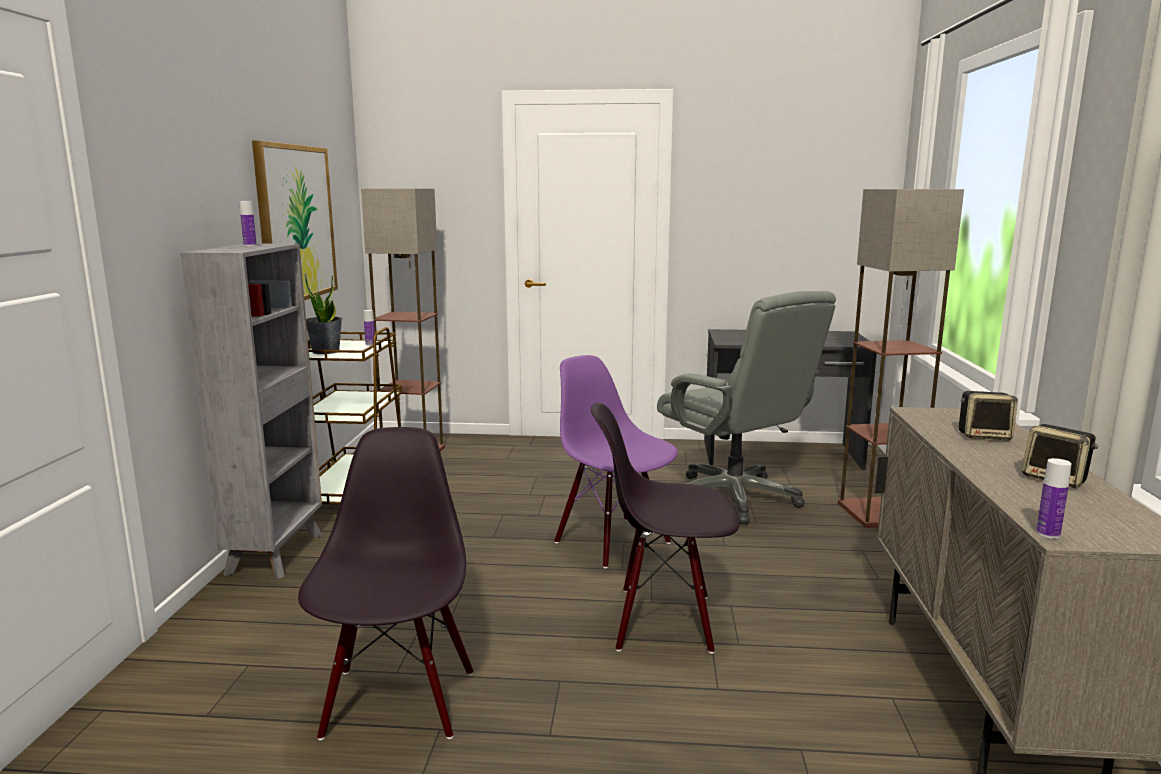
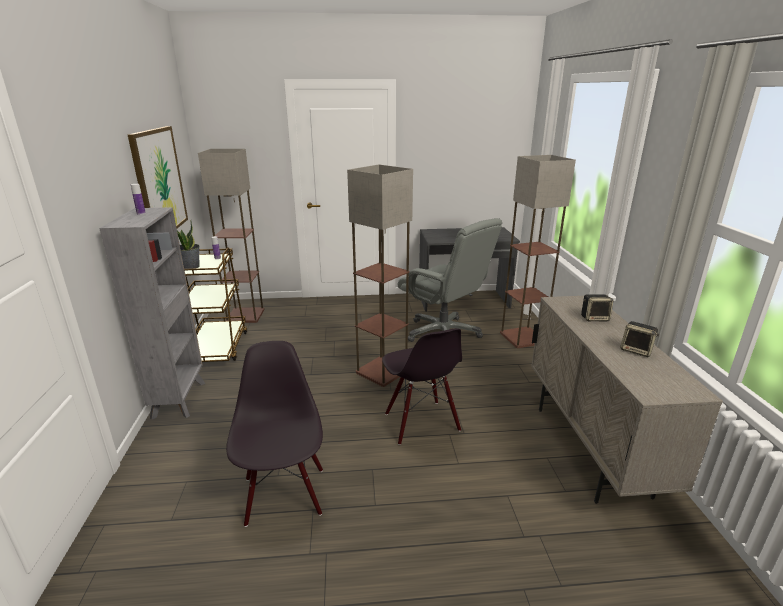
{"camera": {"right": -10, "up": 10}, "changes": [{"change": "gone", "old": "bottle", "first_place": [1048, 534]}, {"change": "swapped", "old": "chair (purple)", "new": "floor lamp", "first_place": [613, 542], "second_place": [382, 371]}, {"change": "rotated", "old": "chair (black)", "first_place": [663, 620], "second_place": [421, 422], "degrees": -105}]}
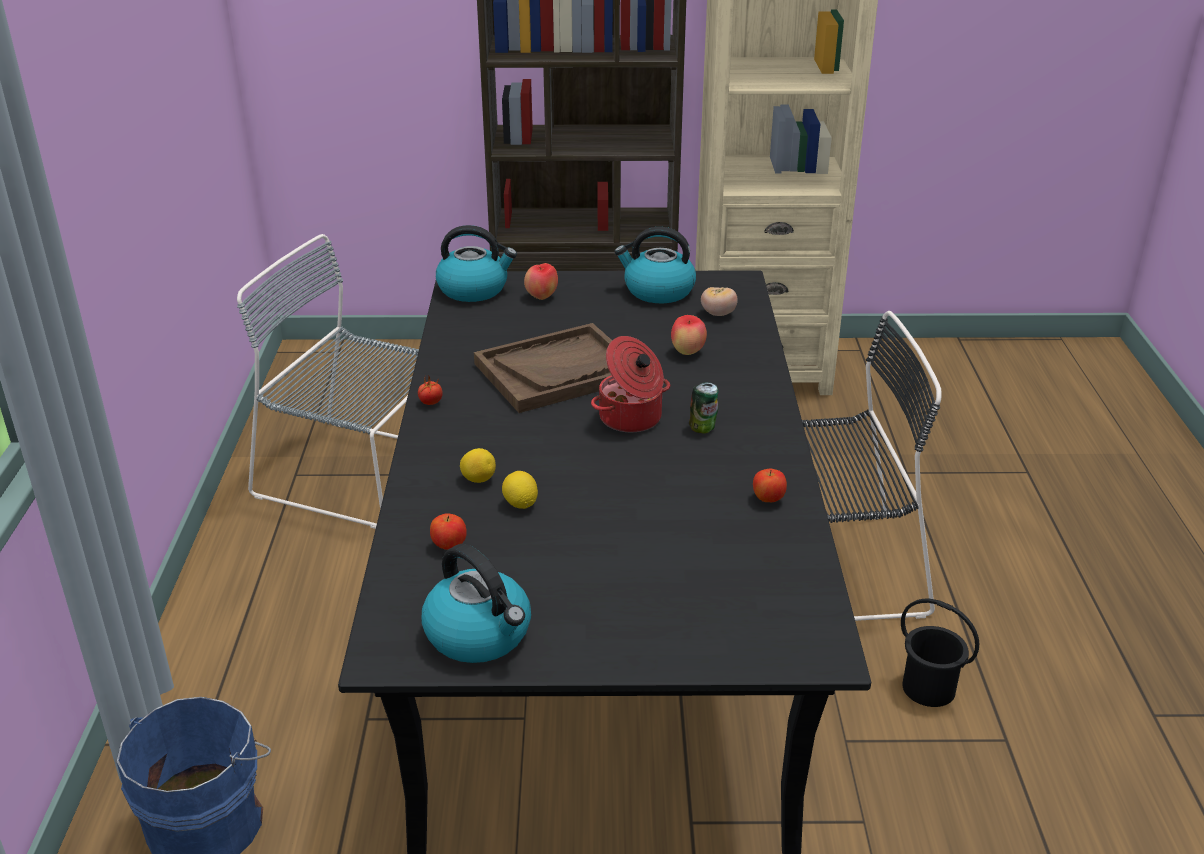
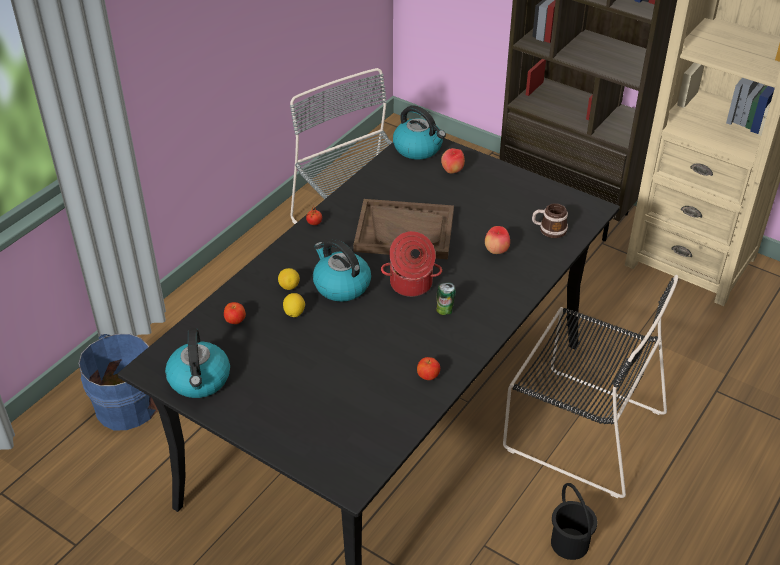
{"camera": {"right": 35, "up": 10}, "changes": [{"change": "shifted", "old": "kettle", "first_place": [657, 291], "second_place": [341, 285]}, {"change": "swapped", "old": "tomato", "new": "mug", "first_place": [718, 314], "second_place": [549, 229]}]}
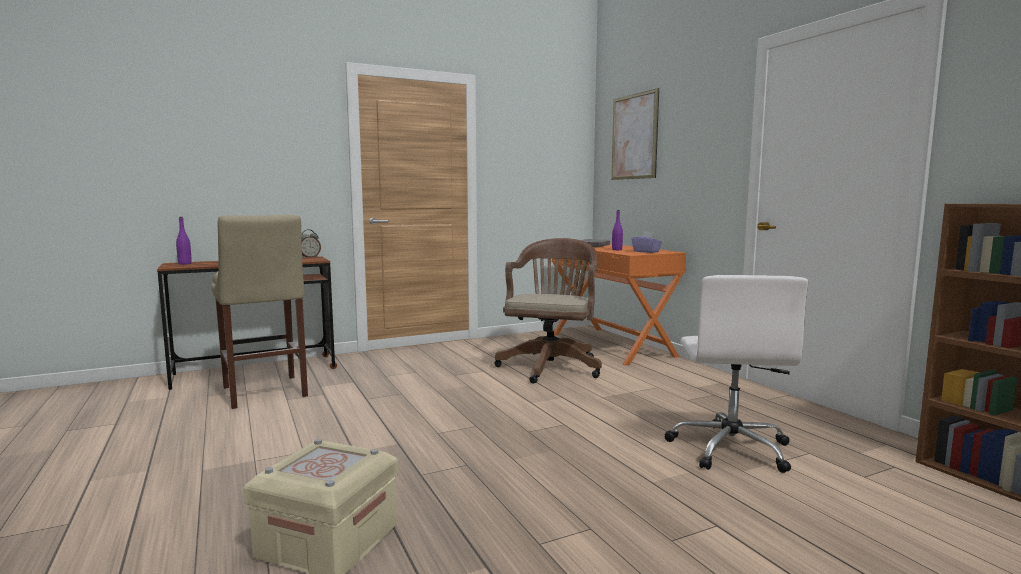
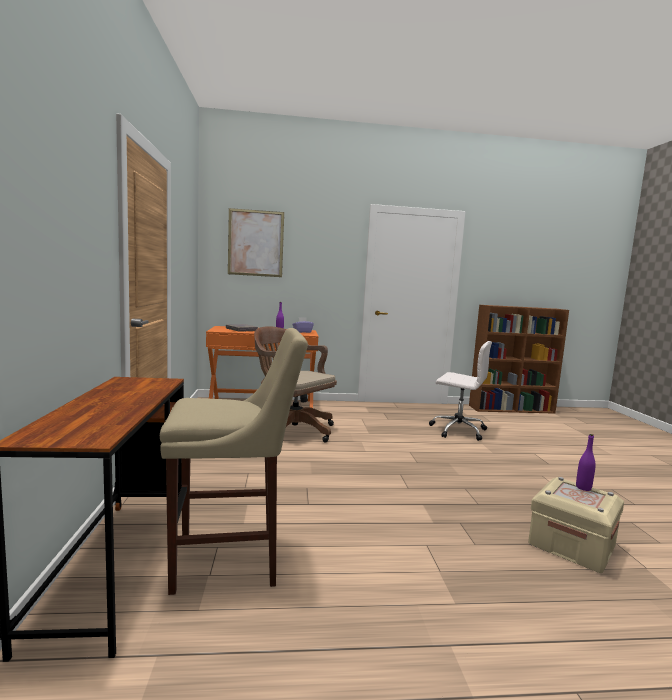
{"camera": {"right": -70, "up": 0}, "changes": [{"change": "gone", "old": "alarm clock", "first_place": [309, 257]}, {"change": "shifted", "old": "bottle (purple)", "first_place": [185, 264], "second_place": [583, 488]}]}
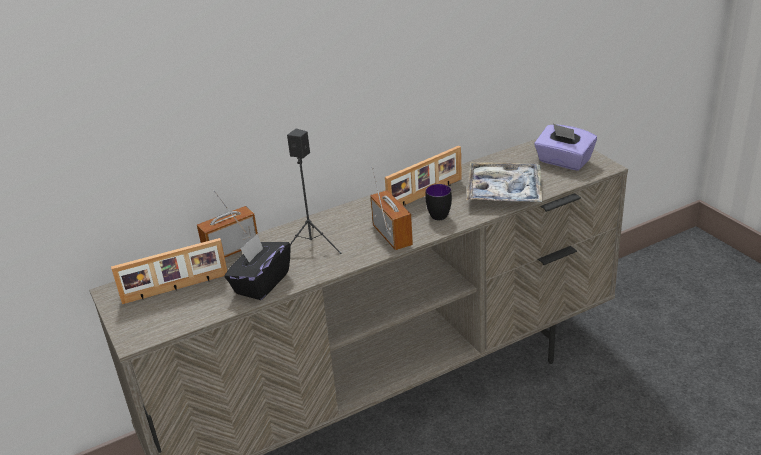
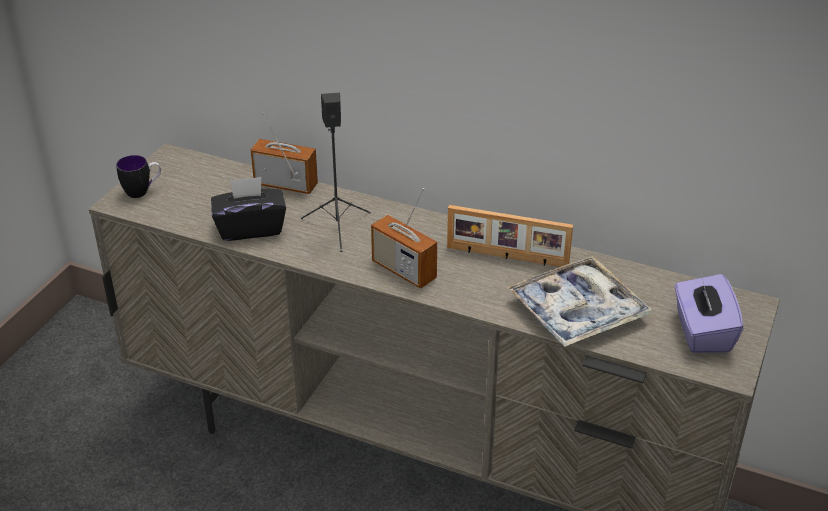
{"camera": {"right": 50, "up": 5}, "changes": [{"change": "gone", "old": "picture frame", "first_place": [176, 289]}, {"change": "shifted", "old": "mug", "first_place": [440, 213], "second_place": [143, 191]}, {"change": "rotated", "old": "radio", "first_place": [392, 236], "second_place": [404, 270], "degrees": 105}]}
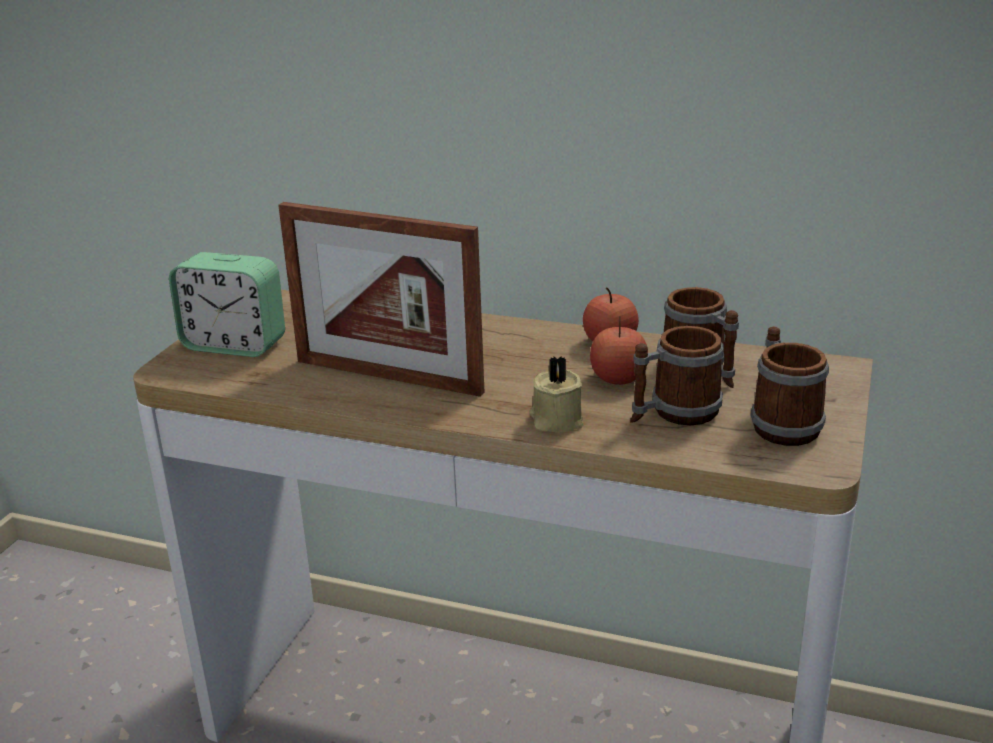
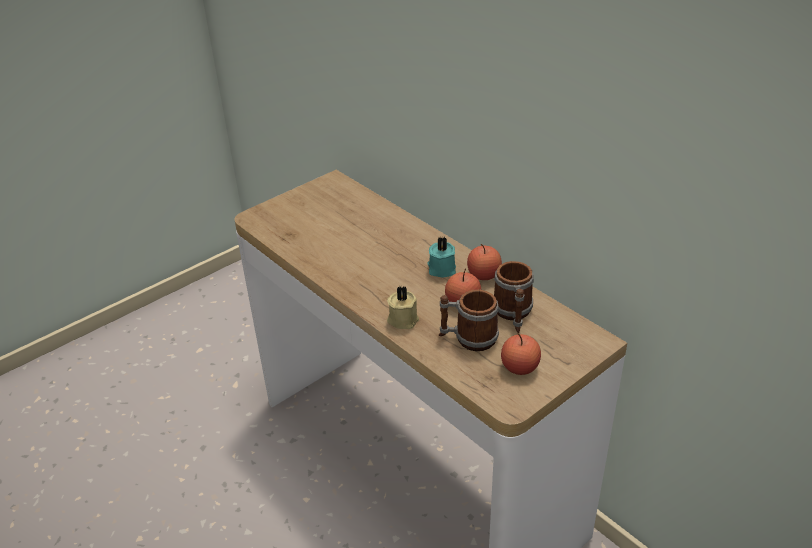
{"camera": {"right": 30, "up": 10}, "changes": [{"change": "gone", "old": "alarm clock", "first_place": [234, 345]}, {"change": "gone", "old": "picture frame", "first_place": [388, 376]}, {"change": "new", "new": "candle (turquoise)", "second_place": [441, 269]}, {"change": "swapped", "old": "mug", "new": "apple", "first_place": [781, 423], "second_place": [520, 367]}]}
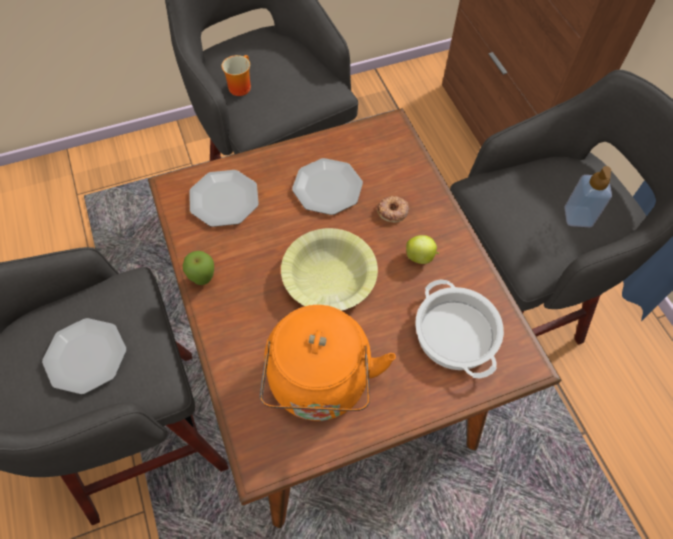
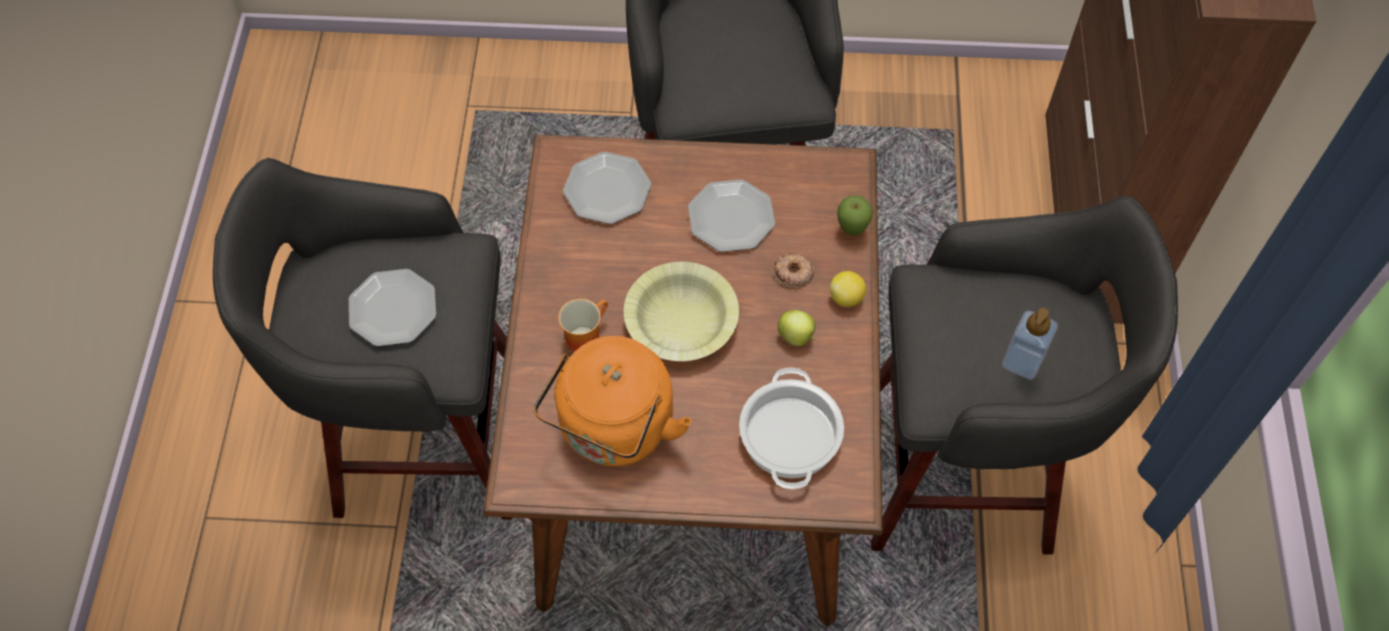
{"camera": {"right": 25, "up": 0}, "changes": [{"change": "new", "new": "lemon", "second_place": [846, 298]}, {"change": "shifted", "old": "apple", "first_place": [203, 279], "second_place": [852, 230]}, {"change": "shifted", "old": "mug", "first_place": [239, 86], "second_place": [584, 334]}]}
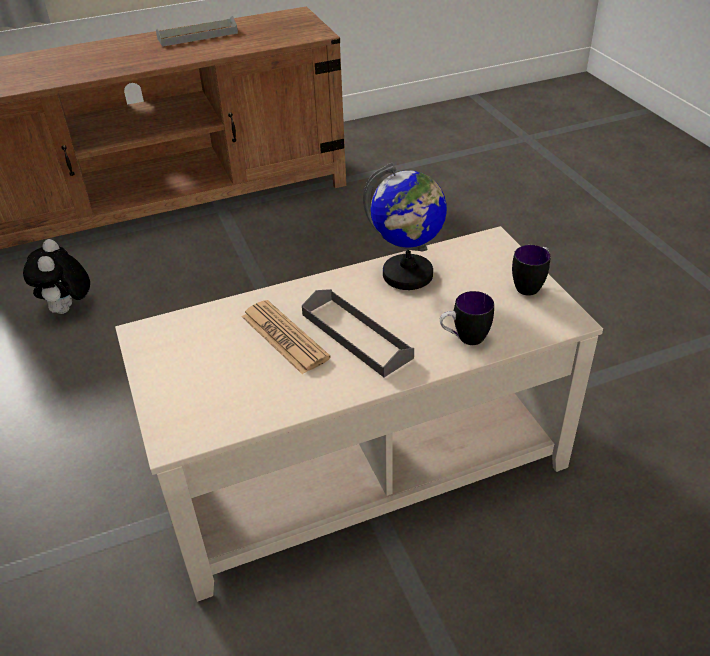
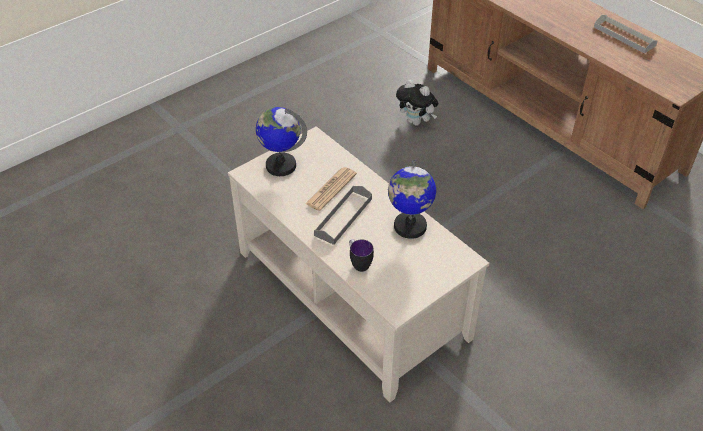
{"camera": {"right": 70, "up": 5}, "changes": [{"change": "gone", "old": "mug", "first_place": [531, 285]}, {"change": "new", "new": "globe", "second_place": [280, 165]}, {"change": "rotated", "old": "plush toy", "first_place": [68, 310], "second_place": [416, 122], "degrees": -120}]}
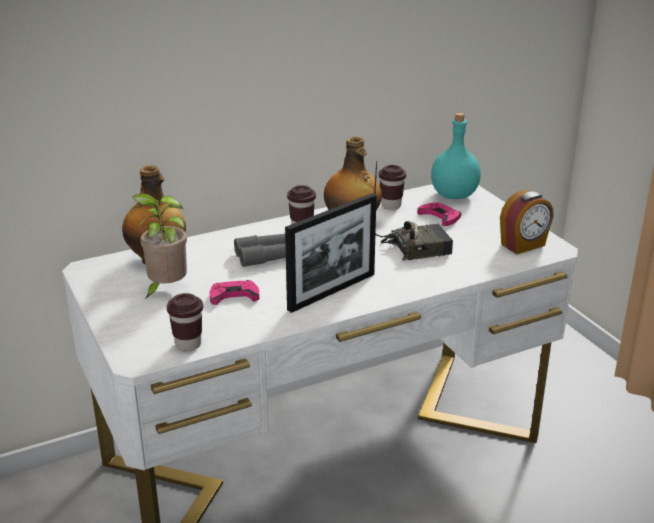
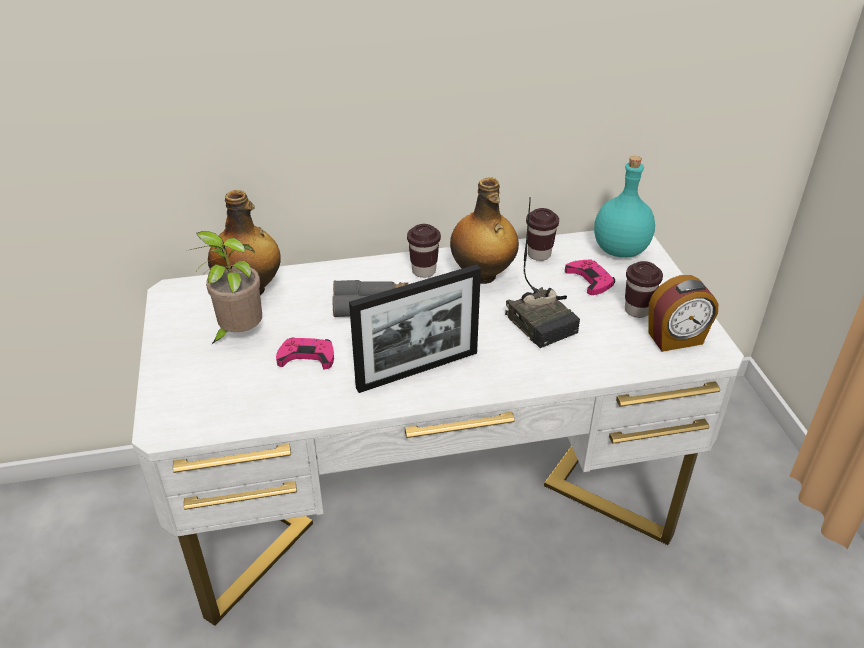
{"camera": {"right": 15, "up": 10}, "changes": [{"change": "shifted", "old": "cup (brown)", "first_place": [188, 344], "second_place": [637, 310]}, {"change": "rotated", "old": "radio", "first_place": [416, 247], "second_place": [543, 321], "degrees": 60}]}
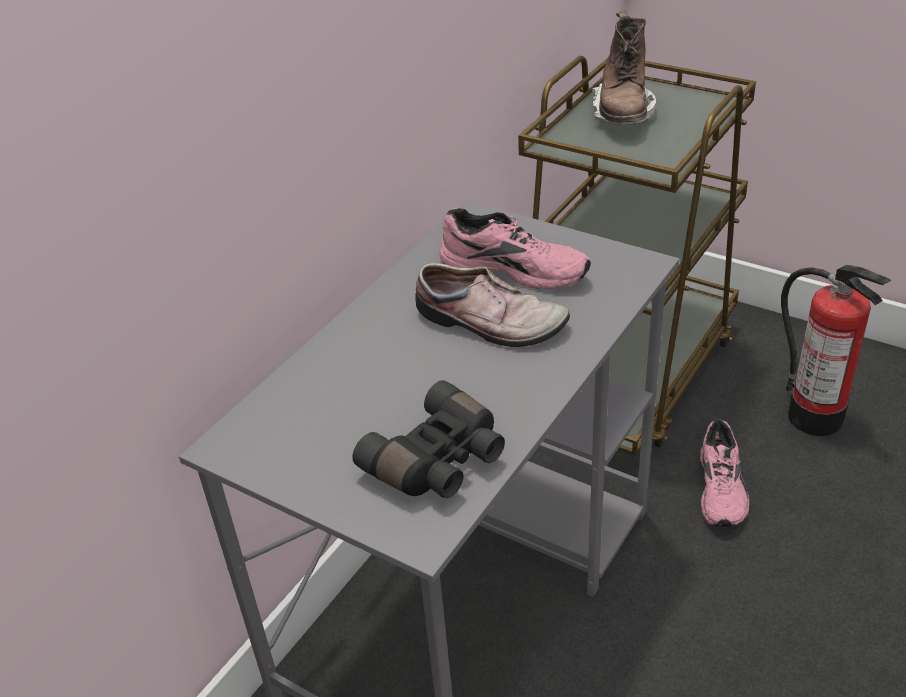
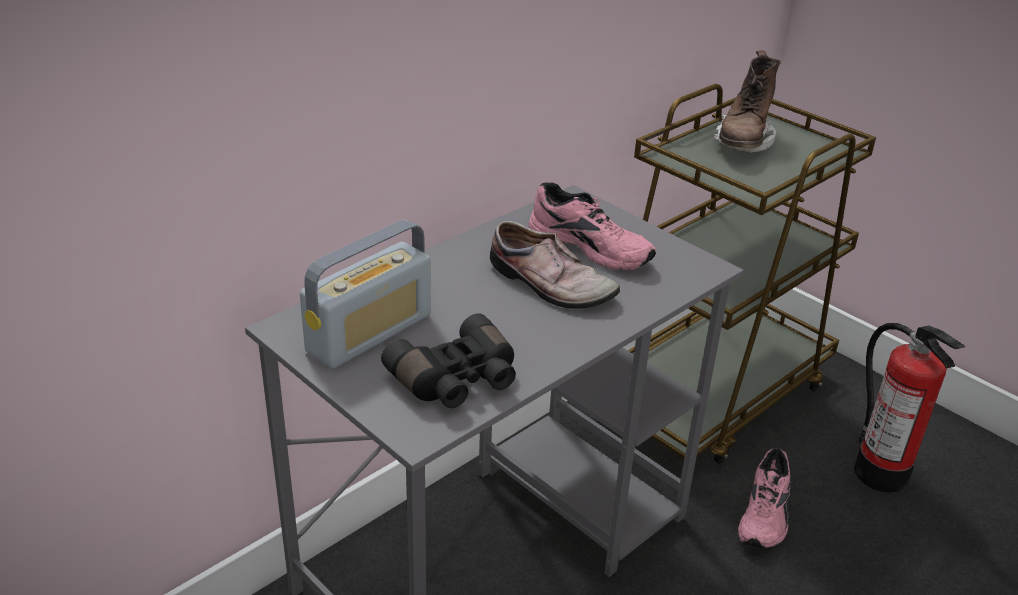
{"camera": {"right": 10, "up": -5}, "changes": [{"change": "new", "new": "radio", "second_place": [370, 333]}]}
